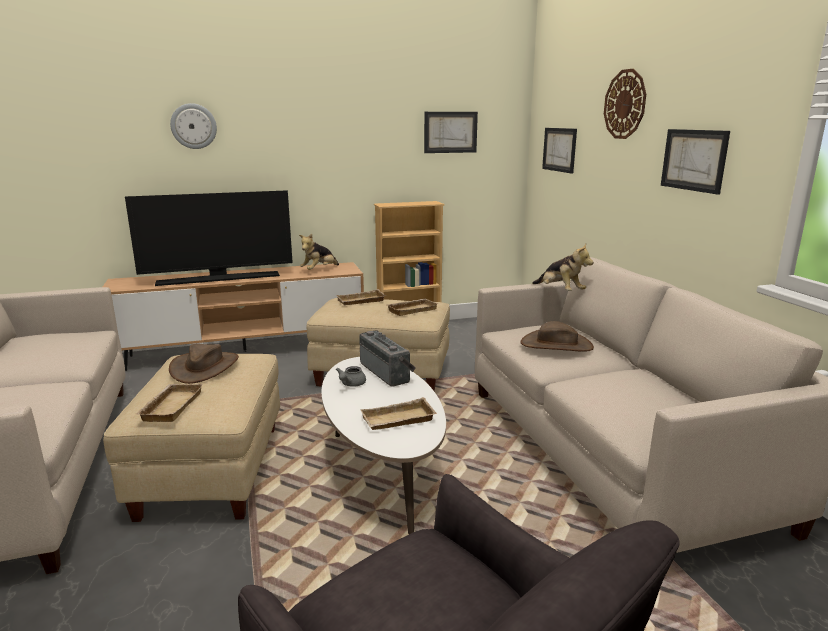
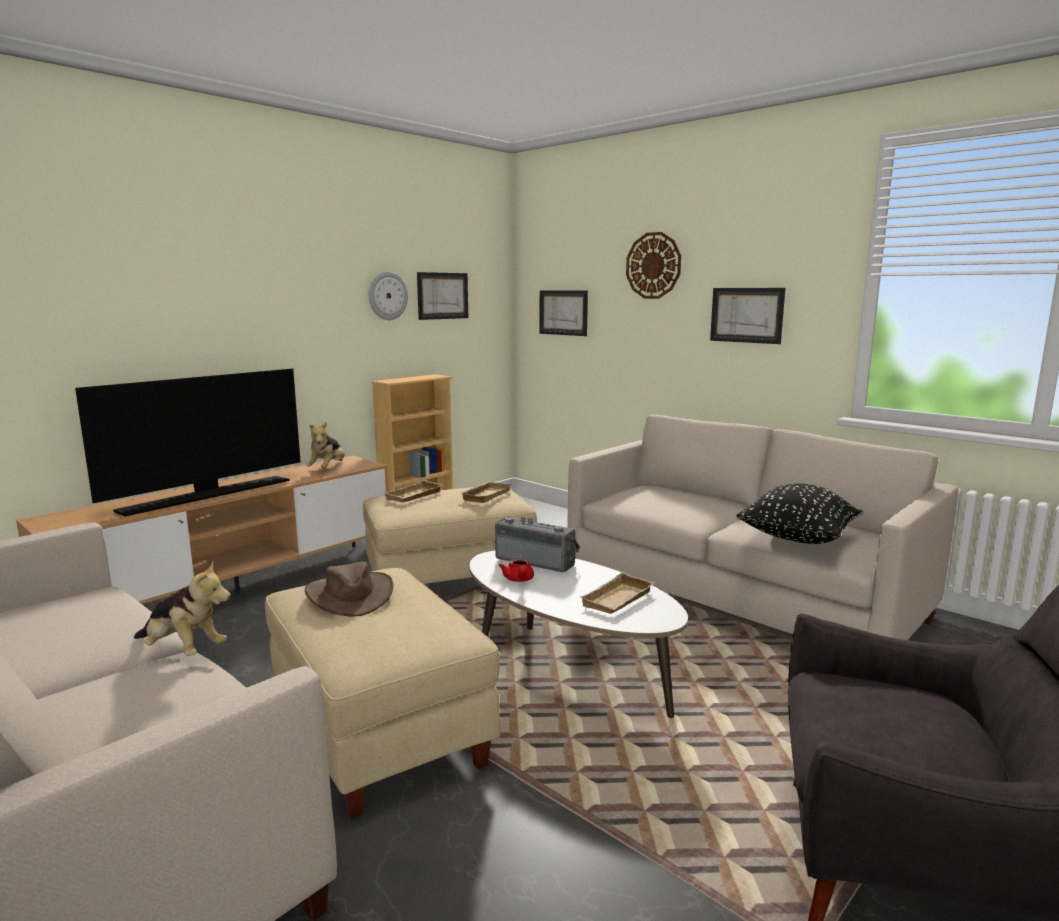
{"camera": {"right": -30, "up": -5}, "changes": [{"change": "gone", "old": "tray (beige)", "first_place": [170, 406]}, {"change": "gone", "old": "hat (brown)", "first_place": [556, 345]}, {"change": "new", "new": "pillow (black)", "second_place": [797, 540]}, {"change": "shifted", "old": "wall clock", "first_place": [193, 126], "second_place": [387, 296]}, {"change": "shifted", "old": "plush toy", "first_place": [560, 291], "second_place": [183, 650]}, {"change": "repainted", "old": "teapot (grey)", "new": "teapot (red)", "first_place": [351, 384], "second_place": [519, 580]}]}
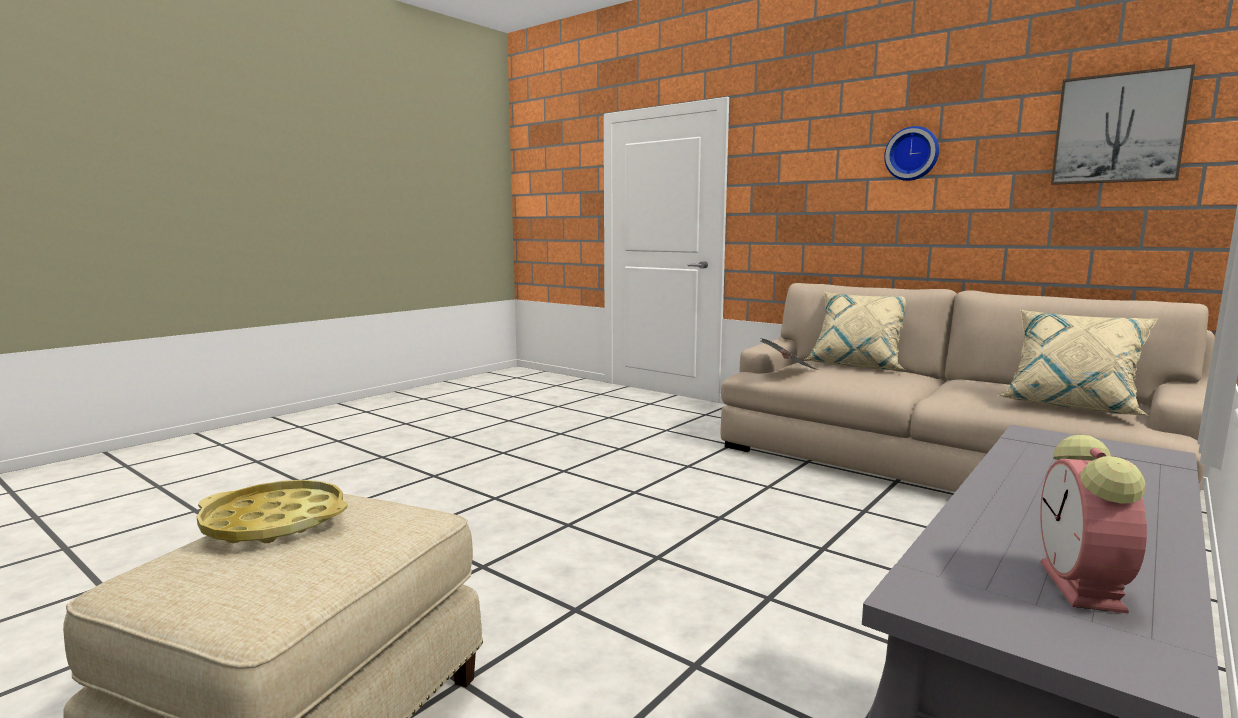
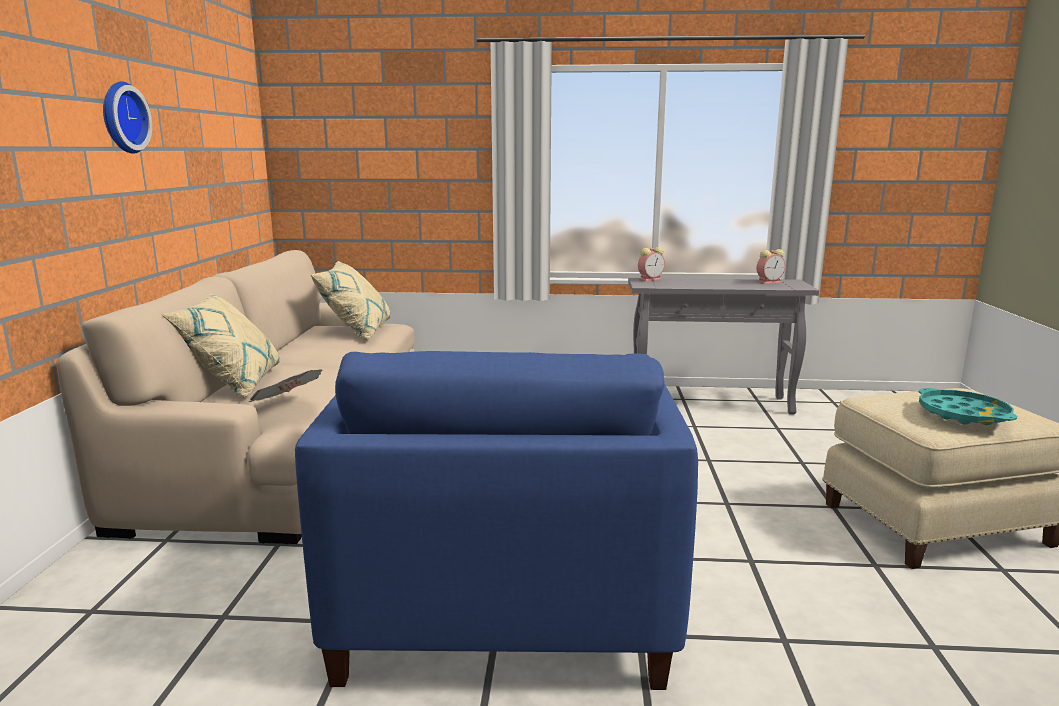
{"camera": {"right": -125, "up": 5}, "changes": [{"change": "gone", "old": "picture", "first_place": [1119, 128]}, {"change": "new", "new": "armchair (blue)", "second_place": [504, 600]}, {"change": "new", "new": "alarm clock", "second_place": [651, 279]}, {"change": "repainted", "old": "tray (yellow)", "new": "tray (turquoise)", "first_place": [274, 522], "second_place": [963, 414]}]}
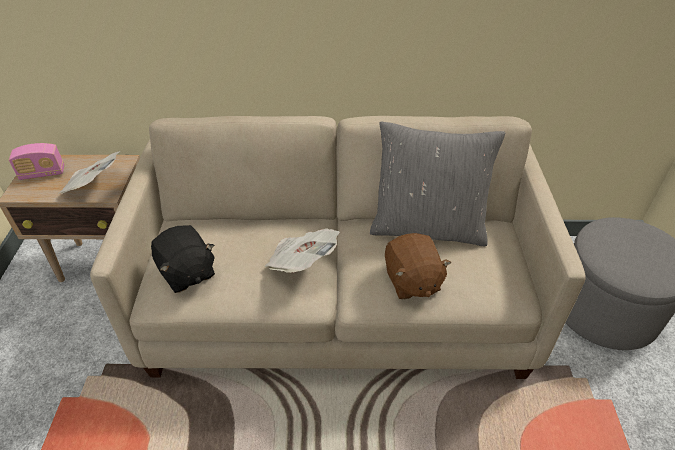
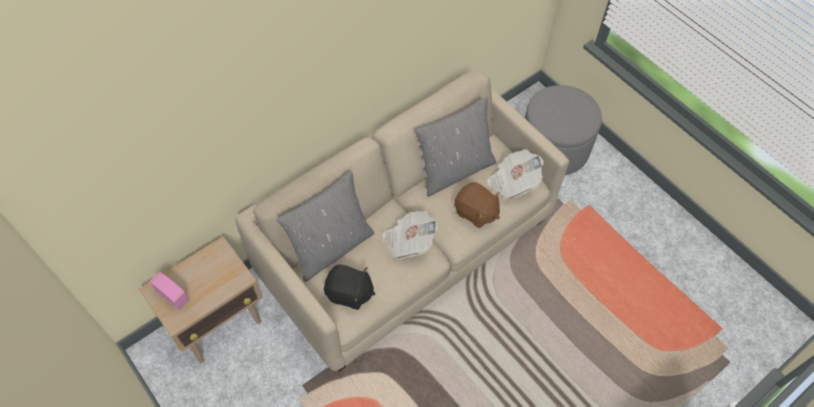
{"camera": {"right": -40, "up": 15}, "changes": [{"change": "new", "new": "pillow (grey)", "second_place": [331, 247]}, {"change": "shifted", "old": "newspaper", "first_place": [94, 186], "second_place": [513, 182]}, {"change": "rotated", "old": "radio", "first_place": [42, 174], "second_place": [172, 296], "degrees": -90}]}
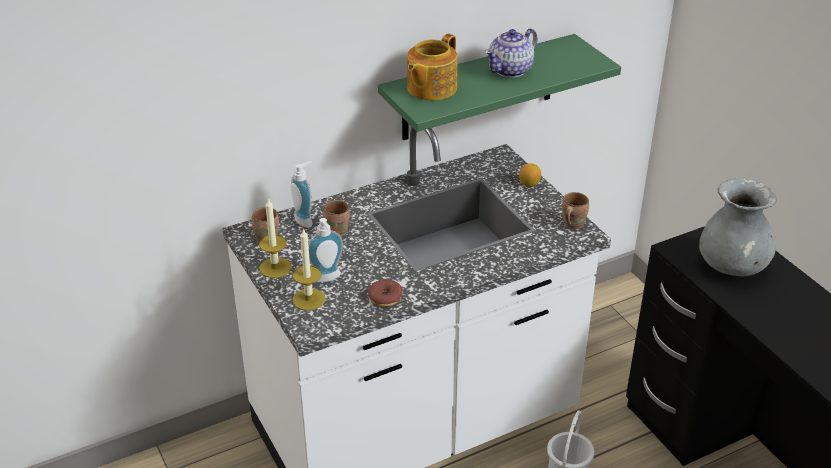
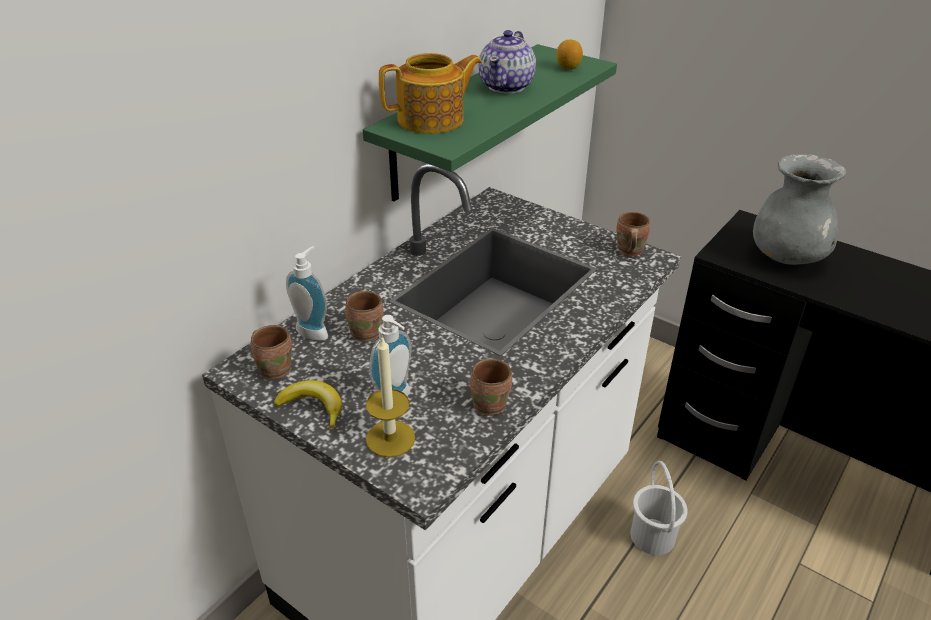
{"camera": {"right": -25, "up": 0}, "changes": [{"change": "shifted", "old": "lemon", "first_place": [529, 184], "second_place": [568, 68]}, {"change": "swapped", "old": "candle", "new": "banana", "first_place": [275, 267], "second_place": [313, 408]}, {"change": "swapped", "old": "donut", "new": "mug (brown)", "first_place": [385, 298], "second_place": [491, 403]}, {"change": "rotated", "old": "teapot", "first_place": [430, 88], "second_place": [432, 120], "degrees": -120}]}
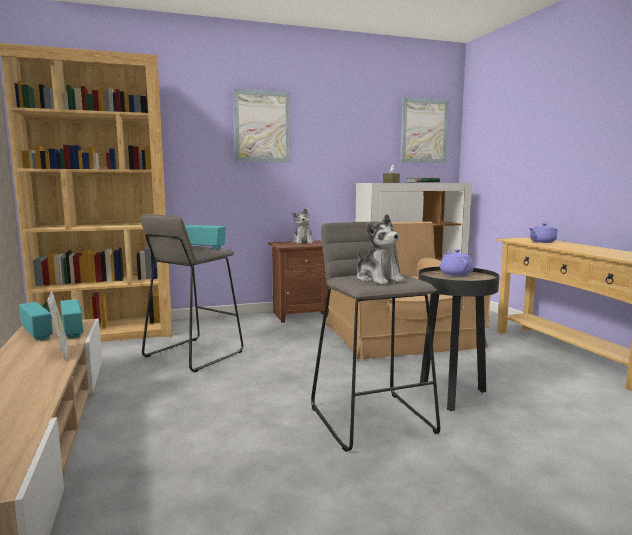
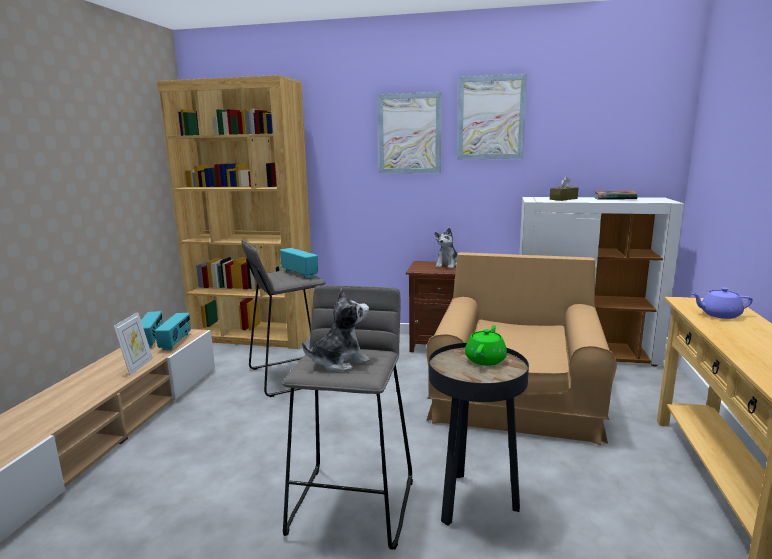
{"camera": {"right": 30, "up": 5}, "changes": [{"change": "shifted", "old": "picture", "first_place": [424, 131], "second_place": [491, 118]}, {"change": "repainted", "old": "teapot (purple)", "new": "teapot (green)", "first_place": [455, 274], "second_place": [486, 359]}, {"change": "rotated", "old": "plush toy", "first_place": [378, 279], "second_place": [339, 362], "degrees": -120}]}
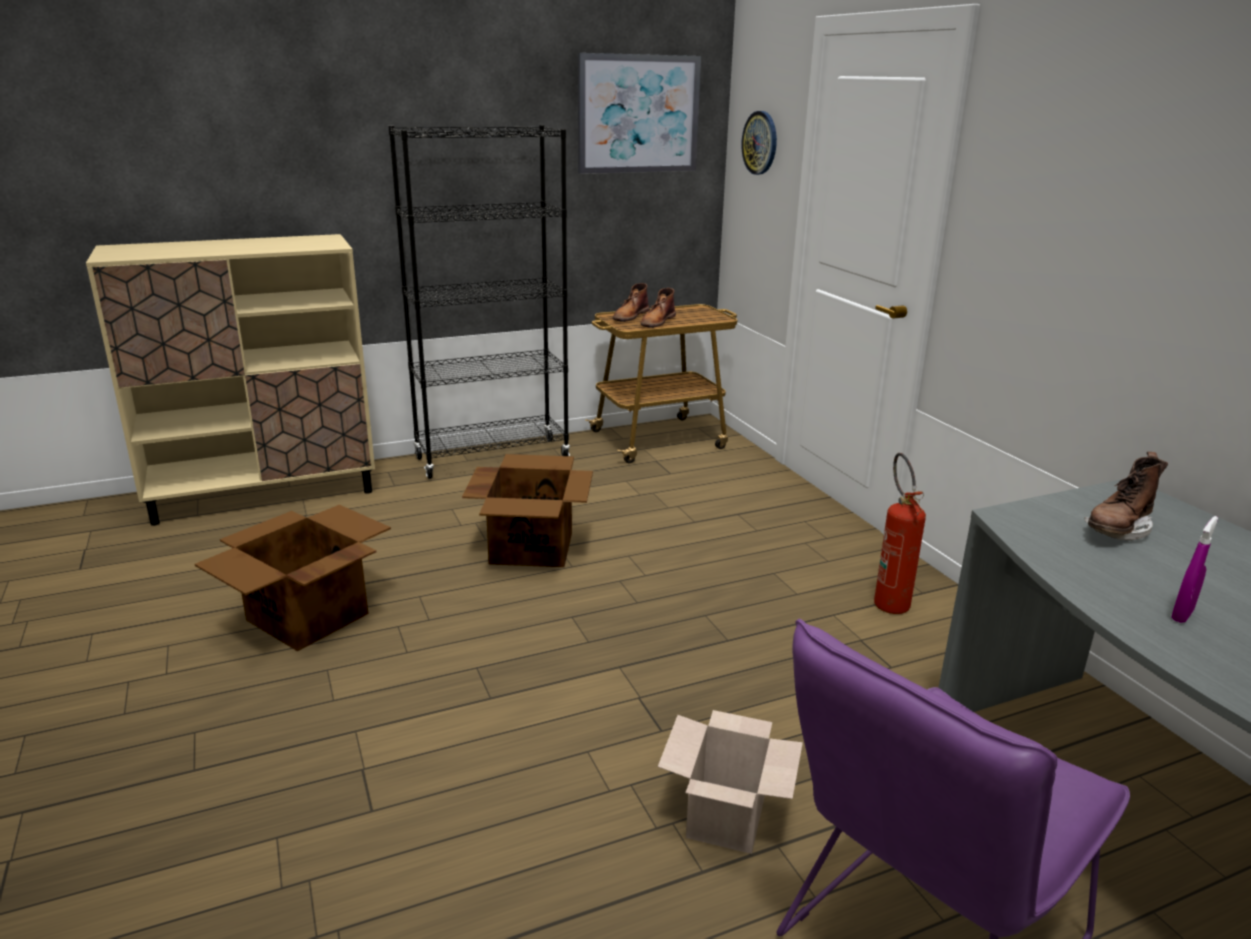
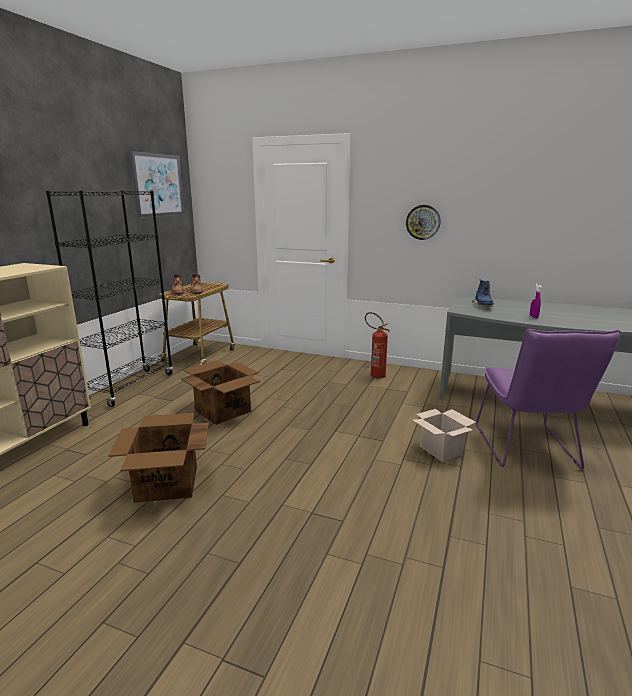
{"camera": {"right": -45, "up": -5}, "changes": [{"change": "shifted", "old": "wall clock", "first_place": [760, 143], "second_place": [423, 222]}, {"change": "repainted", "old": "boot (brown)", "new": "boot (blue)", "first_place": [1117, 530], "second_place": [483, 306]}]}
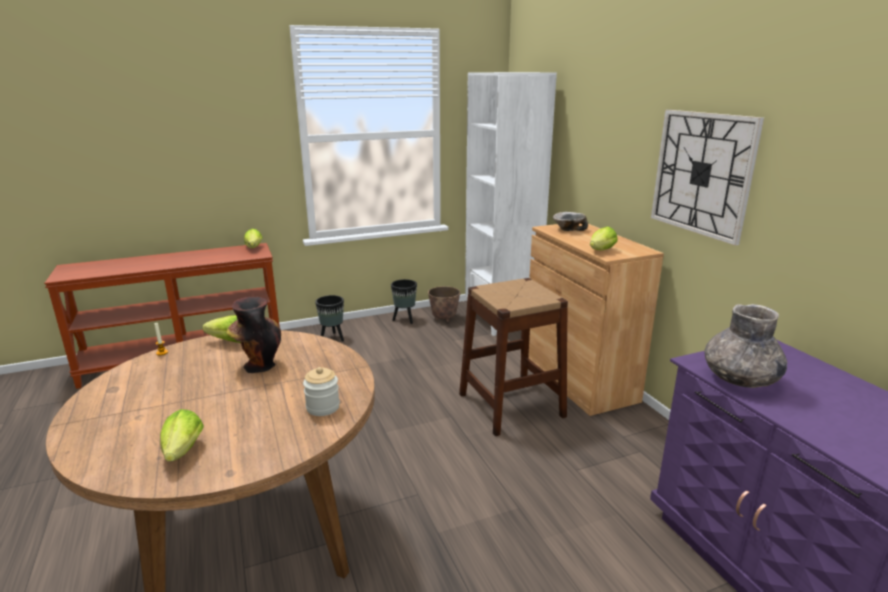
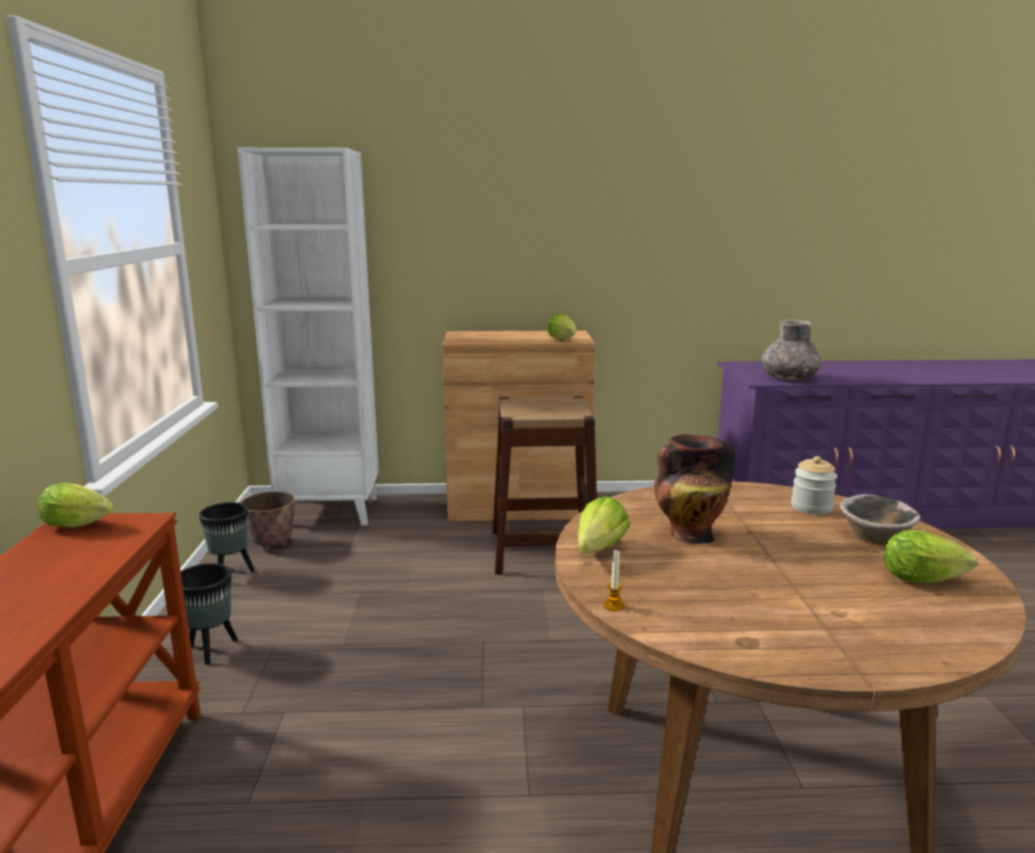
{"camera": {"right": -70, "up": -5}, "changes": [{"change": "gone", "old": "wall clock", "first_place": [702, 173]}, {"change": "shifted", "old": "bowl", "first_place": [568, 229], "second_place": [874, 538]}]}
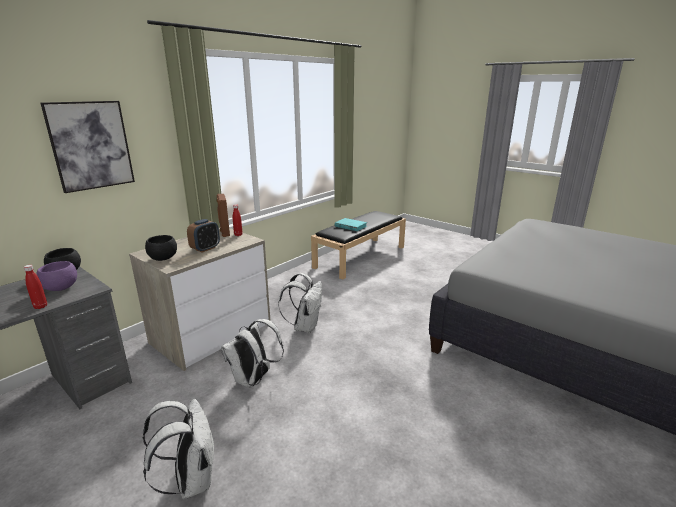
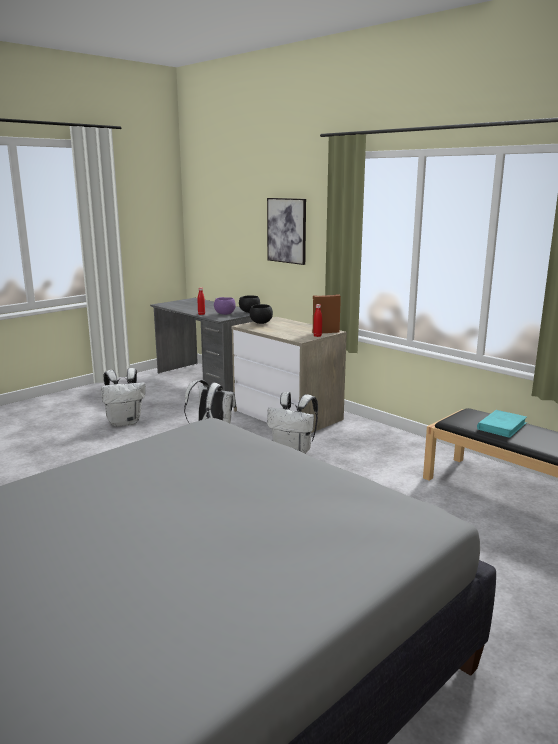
{"camera": {"right": 95, "up": -5}, "changes": [{"change": "gone", "old": "alarm clock", "first_place": [205, 249]}]}
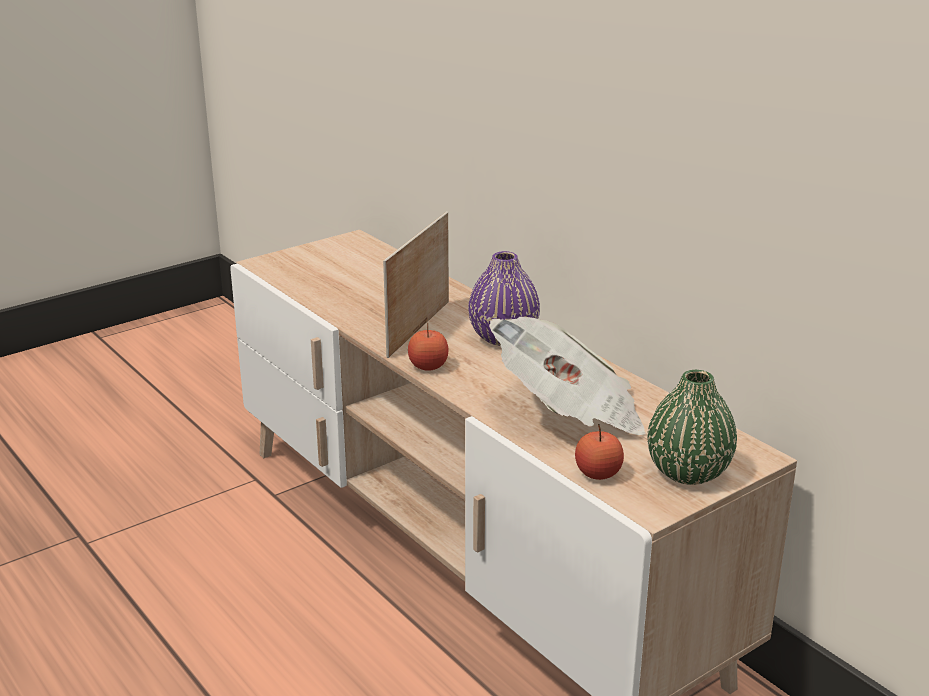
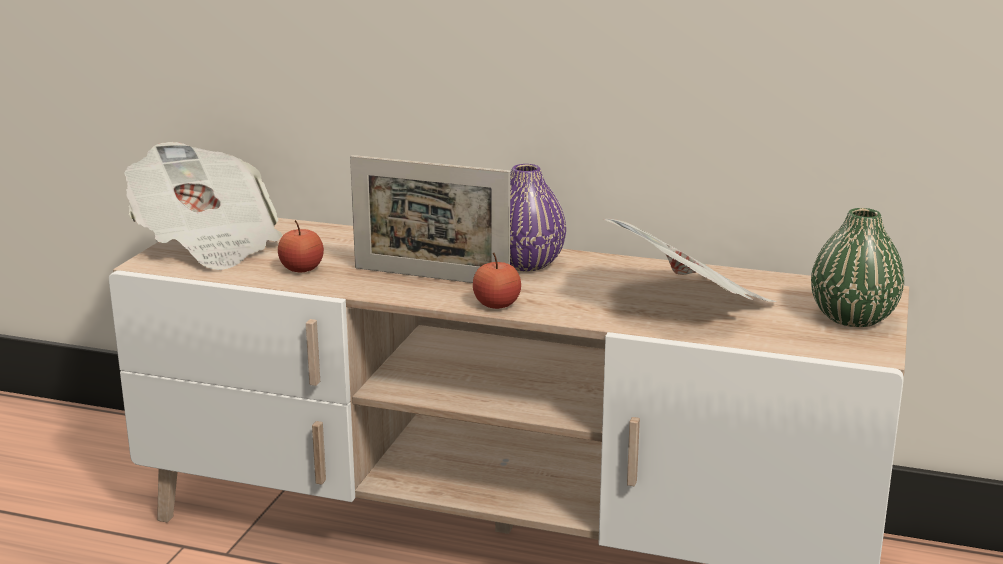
{"camera": {"right": -35, "up": -5}, "changes": [{"change": "new", "new": "newspaper", "second_place": [207, 244]}, {"change": "shifted", "old": "apple", "first_place": [598, 473], "second_place": [301, 269]}, {"change": "rotated", "old": "picture frame", "first_place": [419, 328], "second_place": [431, 277], "degrees": -60}]}
